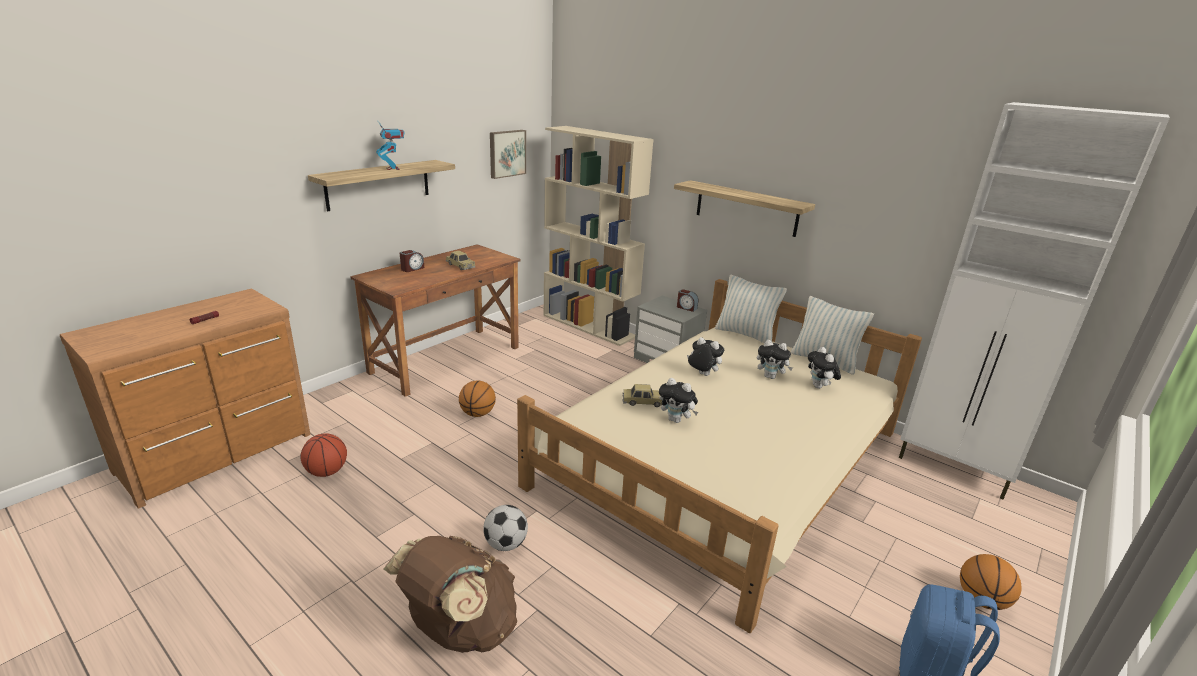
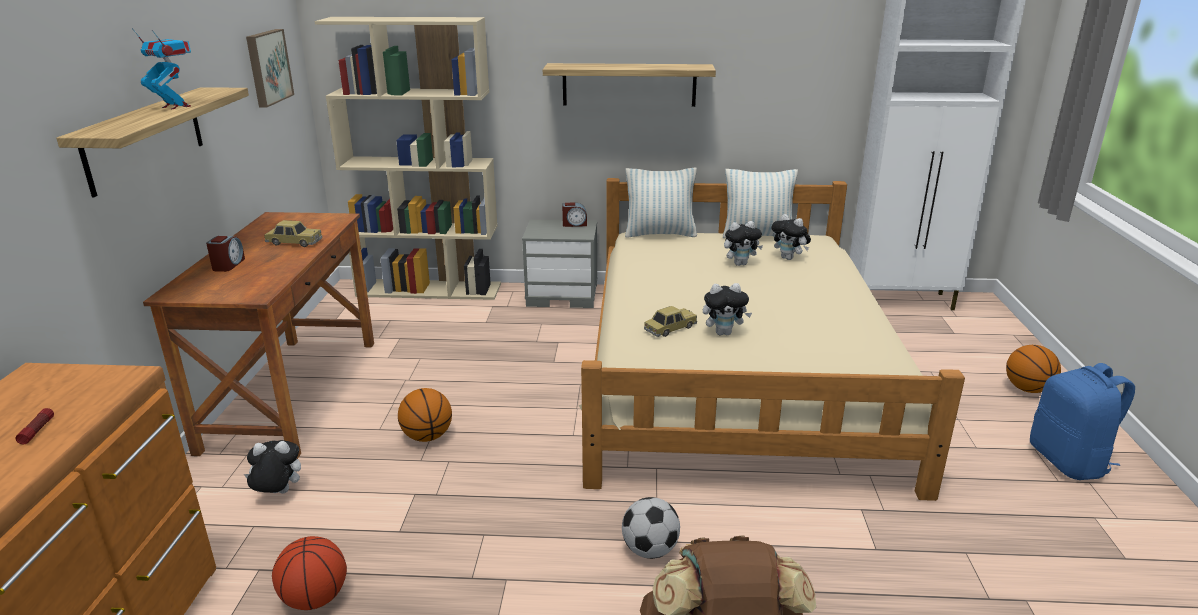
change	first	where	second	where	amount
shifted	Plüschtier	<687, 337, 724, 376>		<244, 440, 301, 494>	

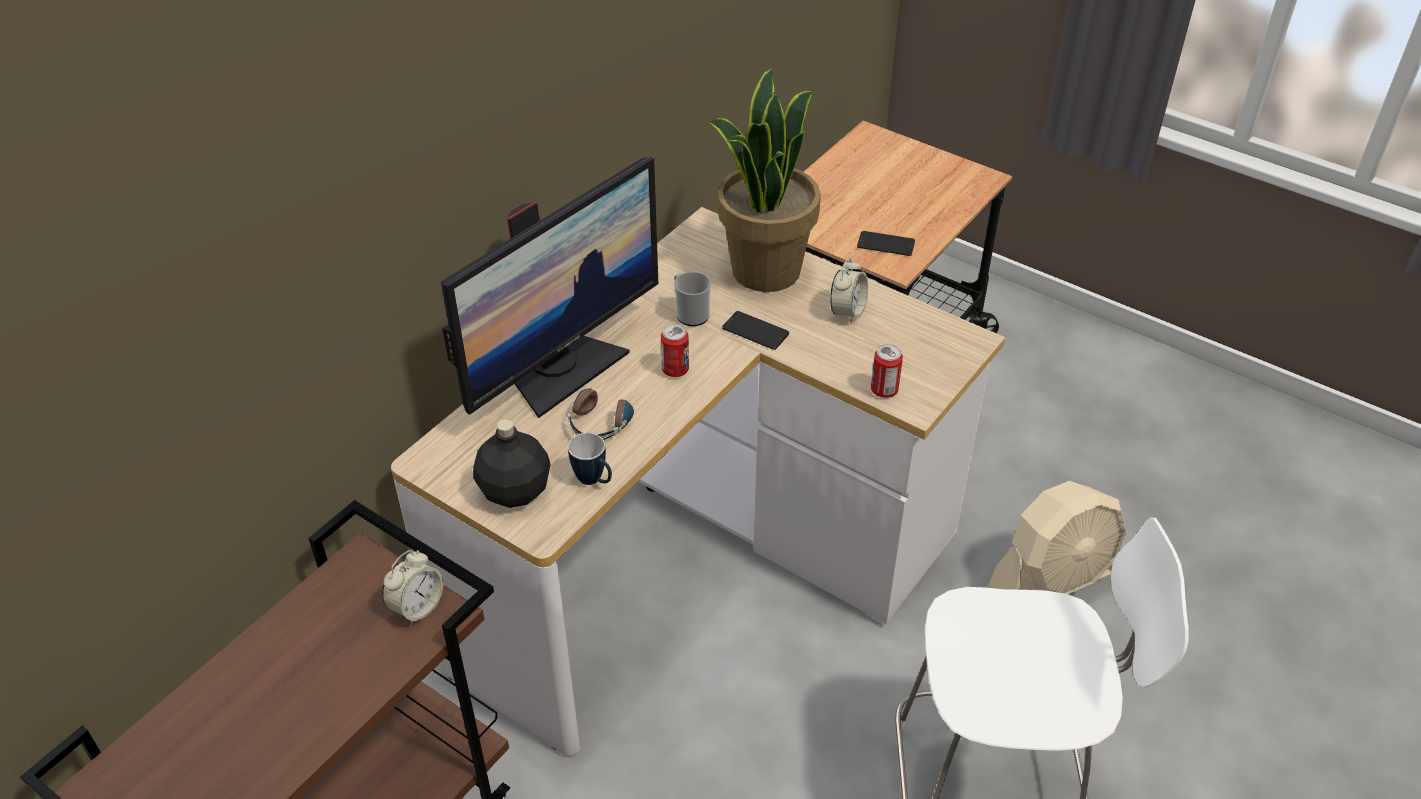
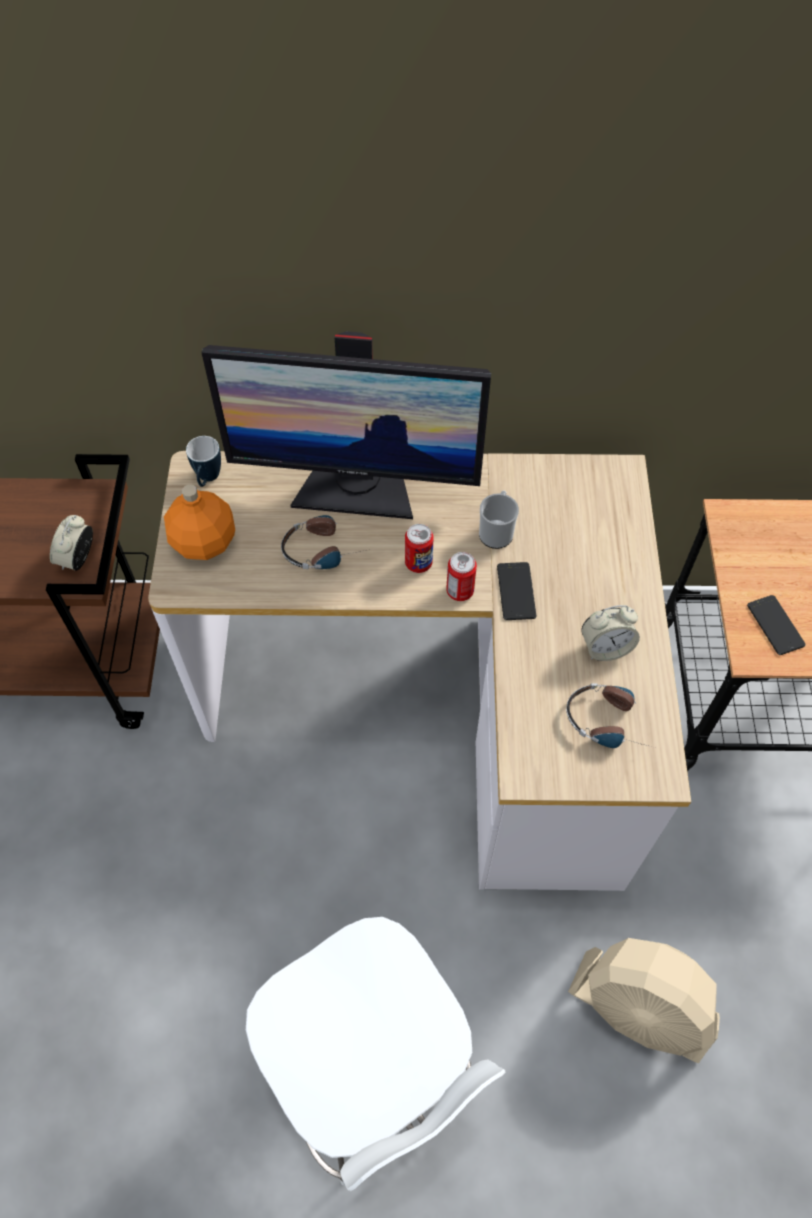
change	first	where	second	where	amount
gone	Topfpflanze	<707, 67, 821, 292>			
new			Kopfhörer	<566, 683, 655, 748>	
shifted	Henkelbecher	<568, 433, 612, 485>		<186, 436, 221, 487>	
shifted	Dose	<871, 344, 903, 398>		<446, 552, 477, 601>	
repainted	Flasche (schwarz)	<473, 419, 551, 508>	Flasche (orange)	<164, 484, 235, 560>	
rotated	Wecker	<382, 550, 443, 625>		<50, 515, 93, 571>	105 degrees clockwise

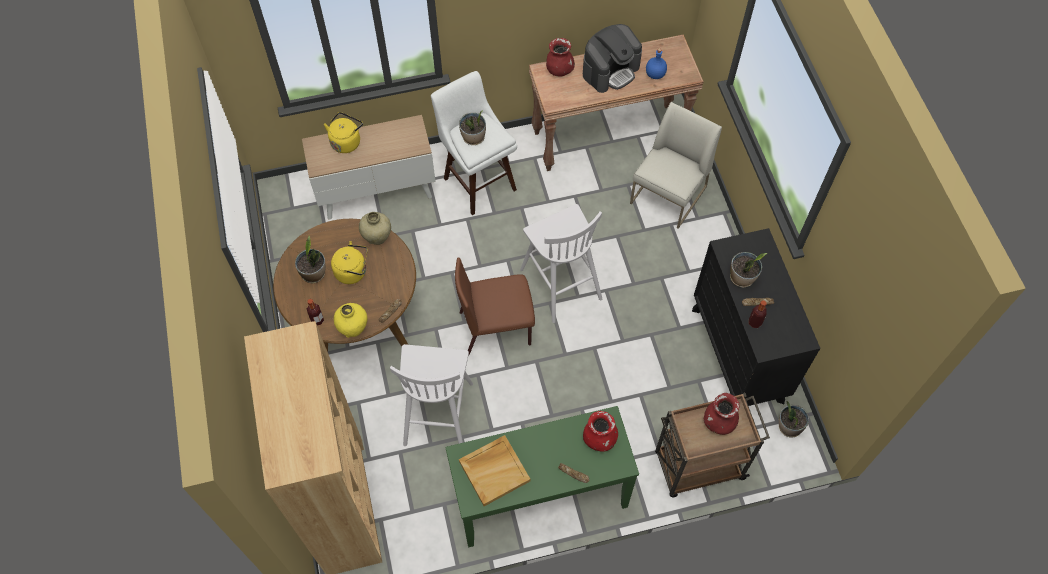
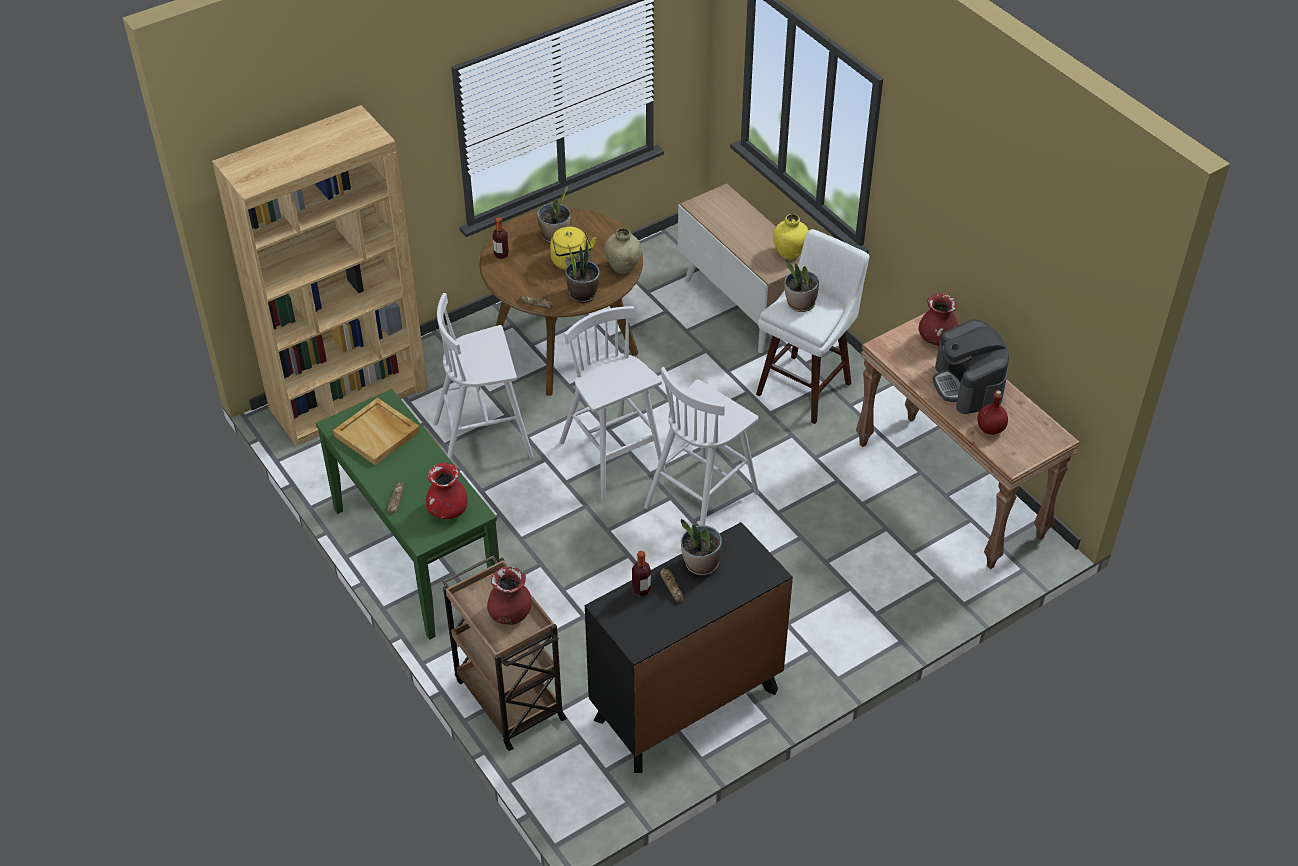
change	first	where	second	where	amount
gone	Wasserkessel (gelb)	<324, 112, 363, 153>			
gone	Stuhl (weiß)	<630, 102, 722, 229>			
shifted	Vase (gelb)	<334, 303, 367, 338>		<773, 214, 809, 260>	
shifted	Topfpflanze	<779, 401, 809, 438>		<566, 238, 600, 303>	
swapped	Stuhl (braun)	<455, 257, 535, 356>	Hocker (weiß)	<560, 306, 666, 499>	
repainted	Flasche (blau)	<646, 48, 667, 79>	Flasche (rot)	<977, 390, 1008, 435>	
rotated	Kaffeemaschine	<583, 24, 642, 93>		<933, 319, 1009, 414>	45 degrees clockwise

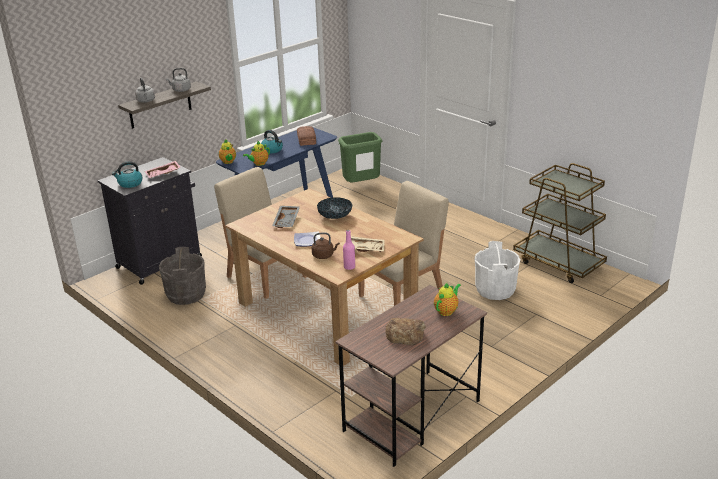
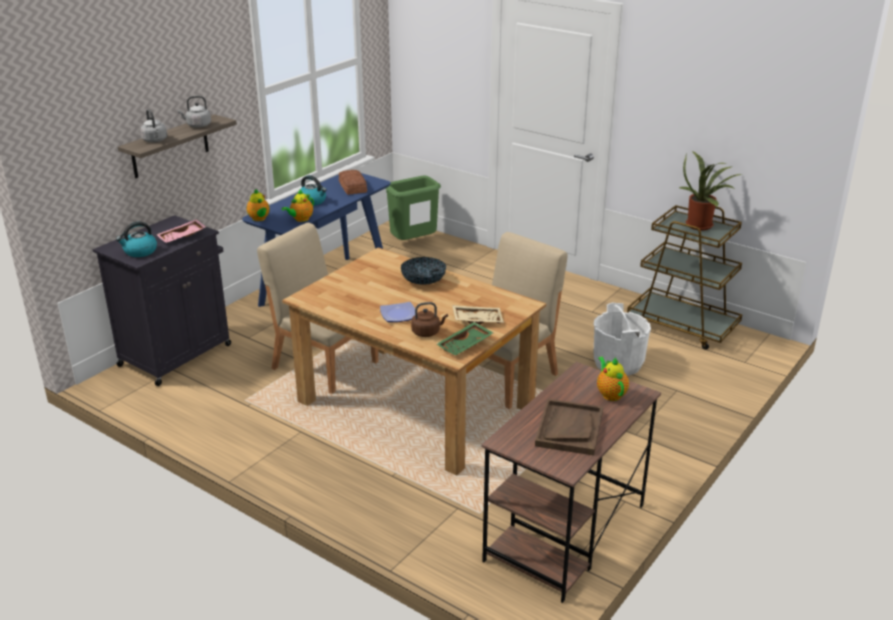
change	first	where	second	where	amount
gone	Eimer (grau)	<159, 247, 206, 305>			
gone	Tablett (grau)	<272, 206, 300, 228>			
new			Topfpflanze	<679, 151, 742, 231>	
swapped	Flasche (rosa)	<343, 230, 355, 270>	Tablett (grün)	<437, 322, 493, 356>	
swapped	Brot	<385, 318, 426, 345>	Tablett (braun)	<535, 399, 603, 456>	
rotated	Teekanne	<434, 283, 461, 316>		<597, 357, 629, 401>	45 degrees counterclockwise

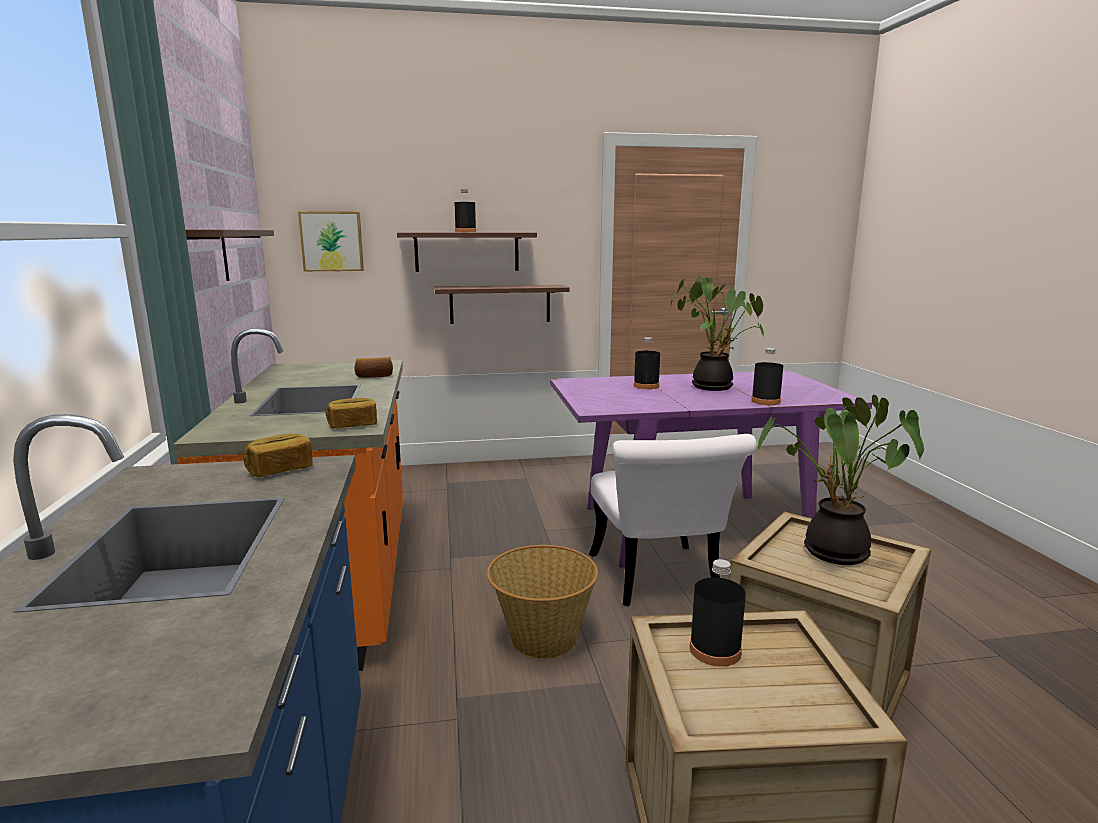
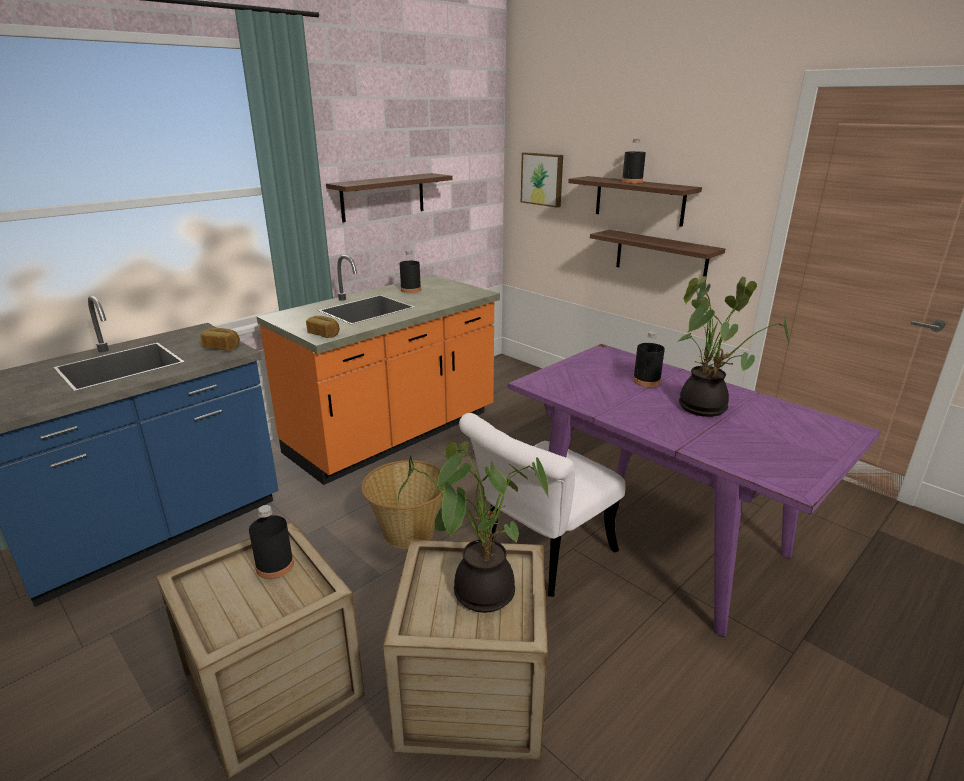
change	first	where	second	where	amount
gone	Brot	<354, 357, 393, 378>			
shifted	Flasche (schwarz)	<751, 348, 783, 405>		<400, 250, 421, 293>	

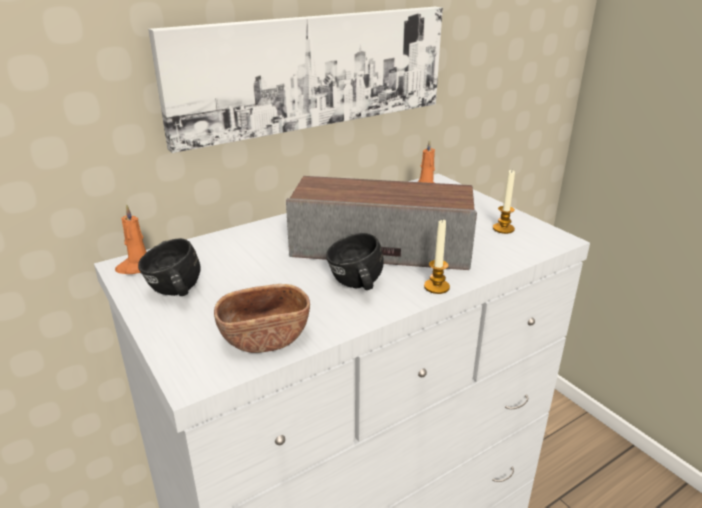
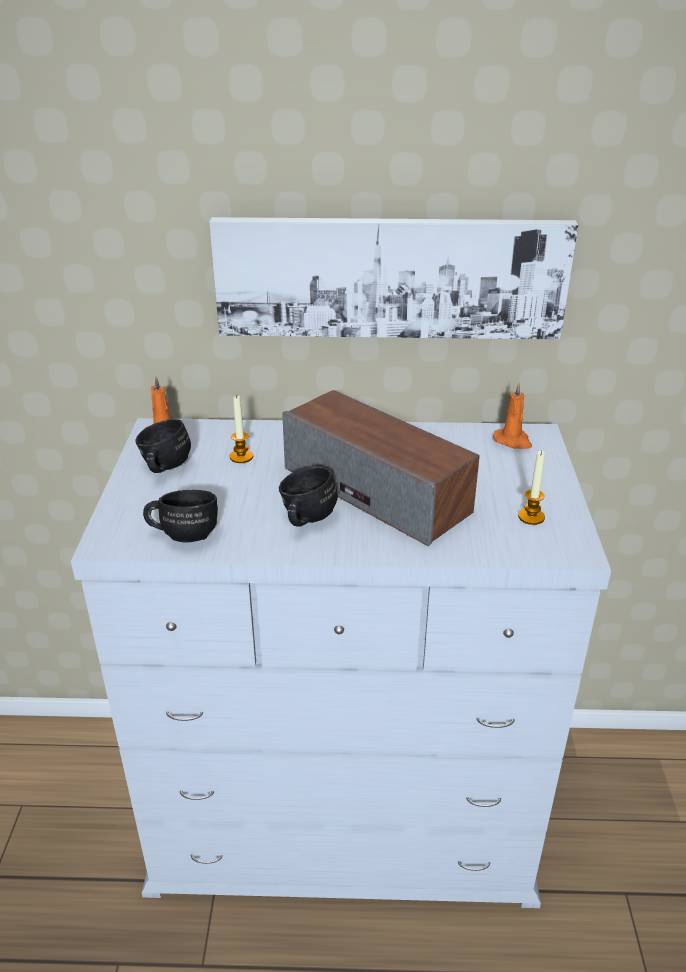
change	first	where	second	where	amount
shifted	Kerze	<424, 219, 450, 294>		<230, 395, 253, 463>	
swapped	Schüssel (braun)	<214, 284, 310, 353>	Henkelbecher (schwarz)	<143, 490, 218, 543>	

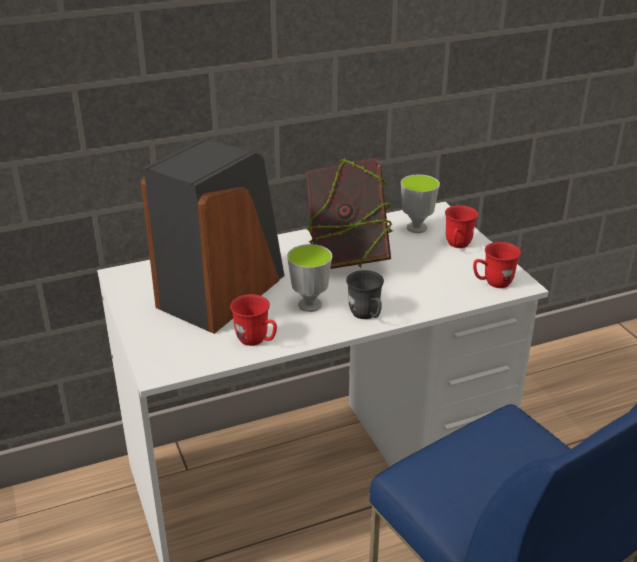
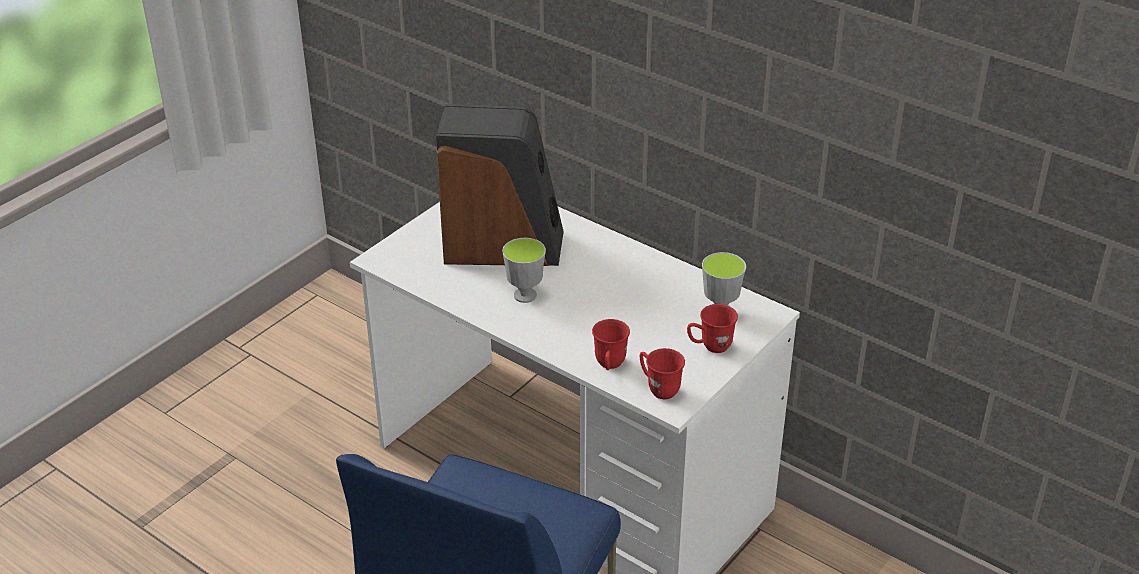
change	first	where	second	where	amount
gone	Buch	<306, 158, 393, 269>			
gone	Henkelbecher (grau)	<346, 270, 384, 319>			
shifted	Henkelbecher (rot)	<230, 294, 277, 346>		<592, 319, 630, 370>	

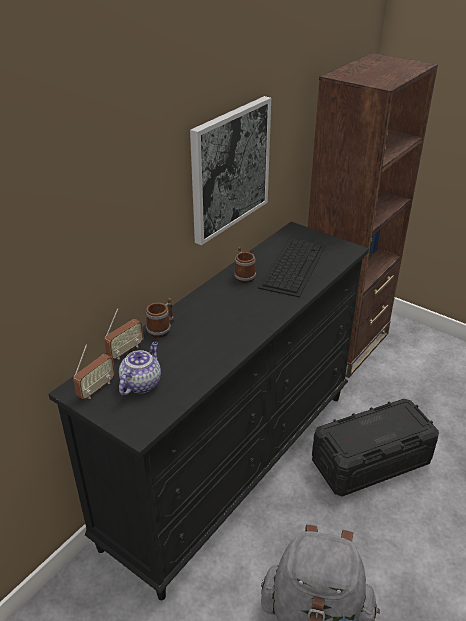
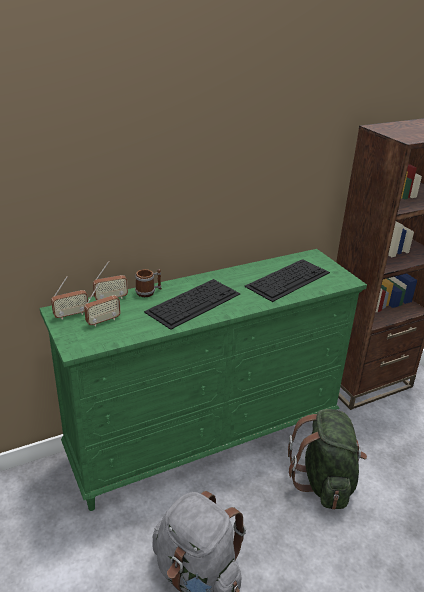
change	first	where	second	where	amount
gone	Bild	<190, 96, 271, 245>			
gone	Henkelbecher	<234, 247, 256, 283>			
new			Tastatur	<144, 279, 240, 330>	
swapped	Teekanne	<119, 342, 161, 395>	Radio	<84, 282, 121, 327>	
swapped	Aufbewahrungsbox (schwarz)	<312, 399, 439, 497>	Rucksack (grün)	<288, 409, 367, 509>	
repainted	Kommode (schwarz)	<49, 222, 369, 600>	Kommode (grün)	<40, 249, 367, 511>	

